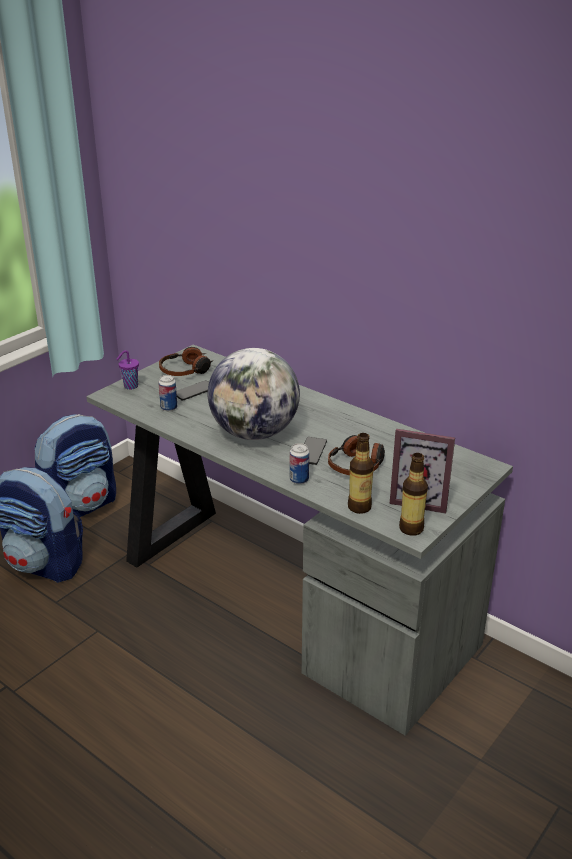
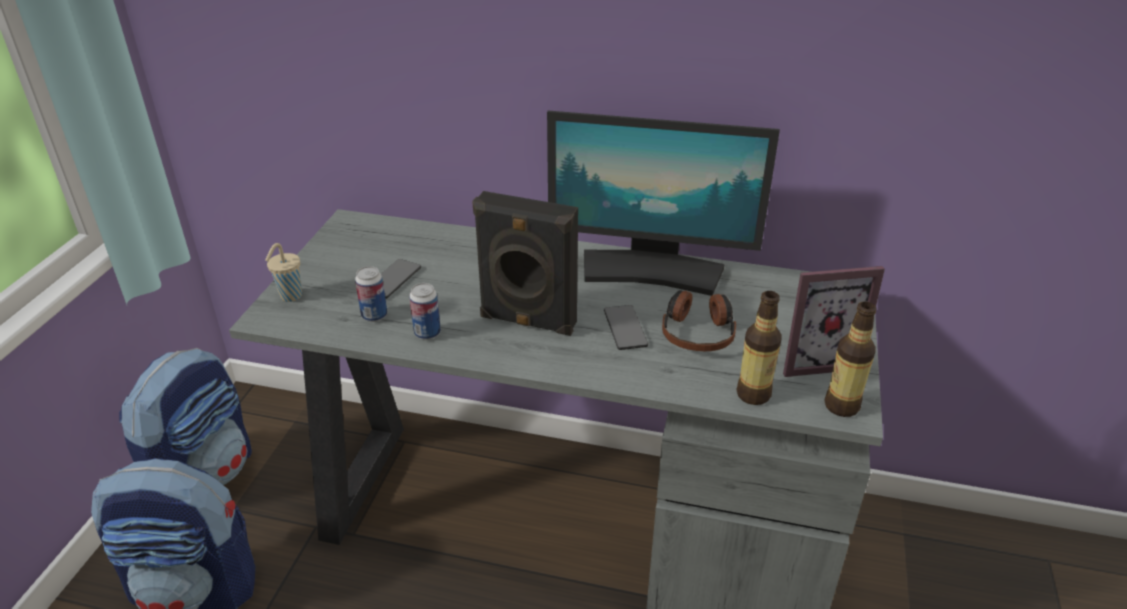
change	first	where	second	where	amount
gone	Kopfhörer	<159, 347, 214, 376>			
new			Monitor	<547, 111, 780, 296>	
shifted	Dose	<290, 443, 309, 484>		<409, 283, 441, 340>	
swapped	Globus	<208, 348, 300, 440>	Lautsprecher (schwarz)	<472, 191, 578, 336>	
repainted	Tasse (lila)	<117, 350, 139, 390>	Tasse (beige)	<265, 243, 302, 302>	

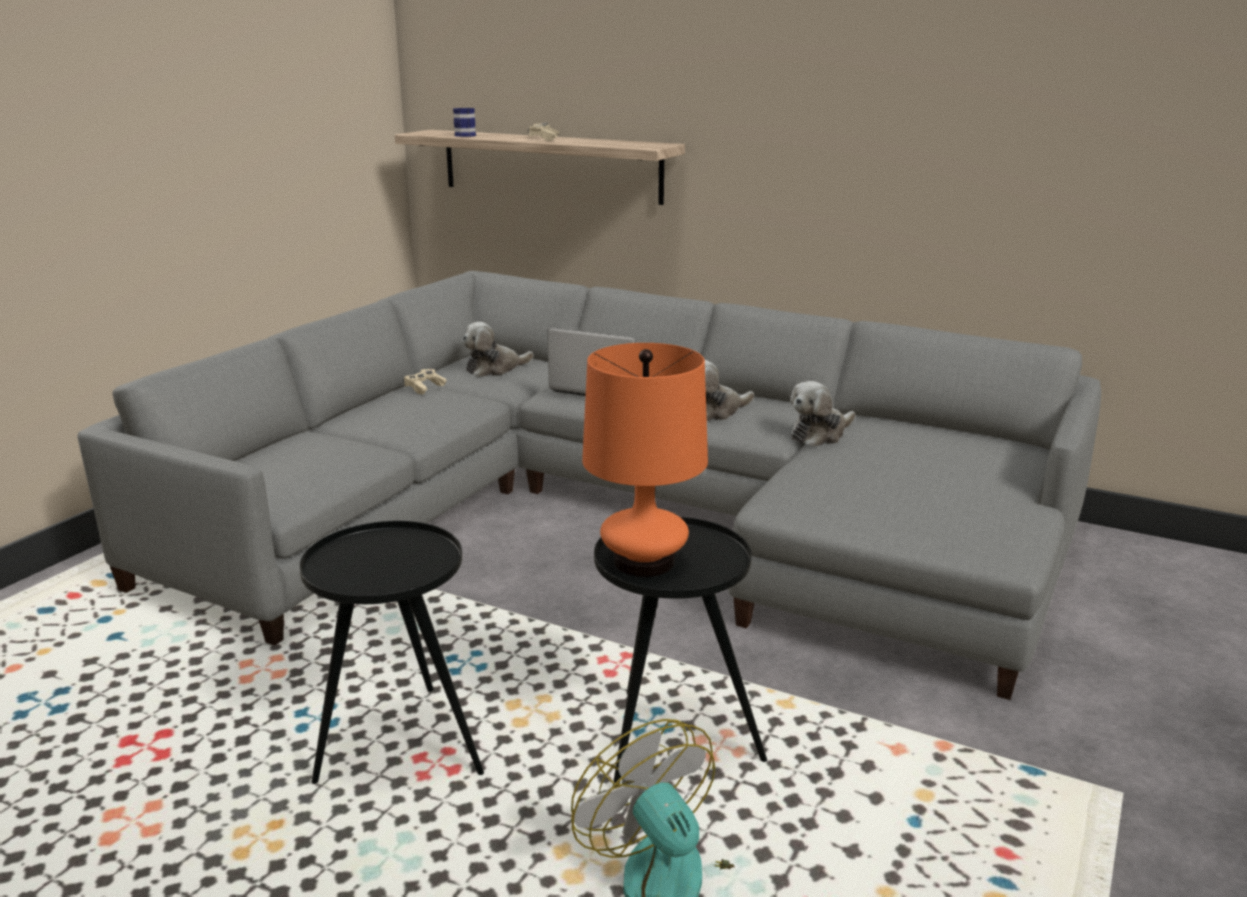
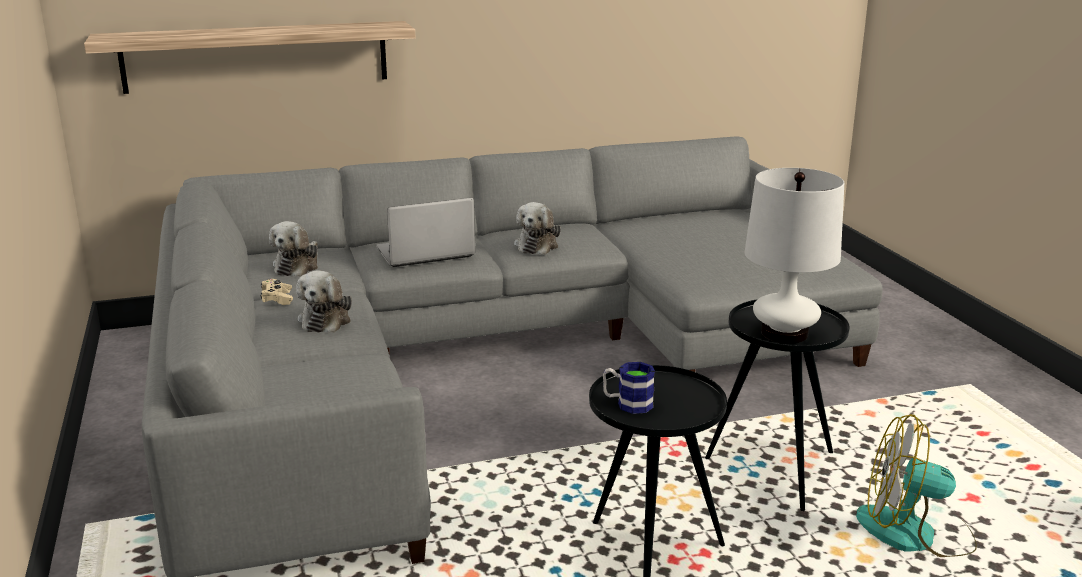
change	first	where	second	where	amount
gone	Gamepad (beige)	<528, 123, 559, 141>			
shifted	Henkelbecher	<453, 108, 476, 137>		<603, 362, 655, 414>	
shifted	Plüschtier	<790, 381, 855, 447>		<296, 270, 352, 333>	
repainted	Tischlampe (orange)	<582, 343, 708, 577>	Tischlampe (weiß)	<745, 168, 844, 343>	

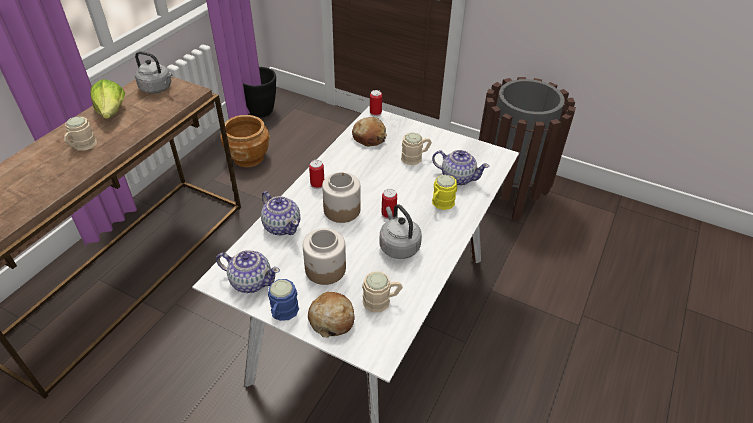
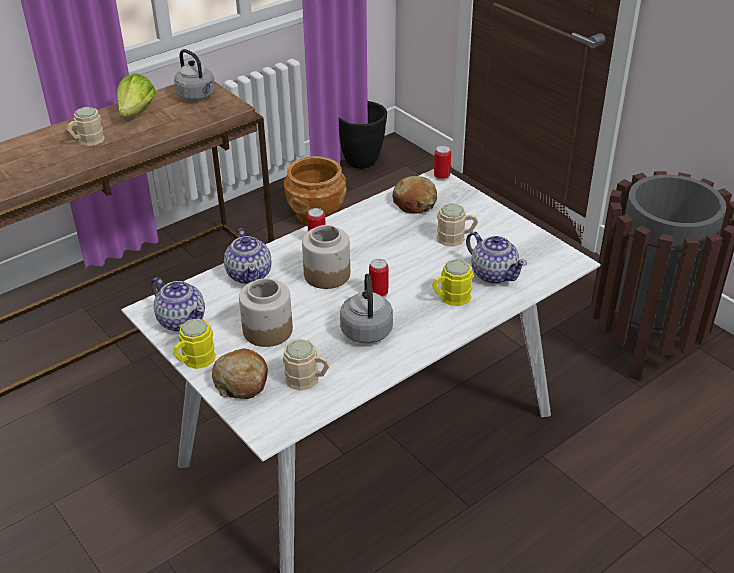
change	first	where	second	where	amount
repainted	Henkelbecher (blau)	<268, 279, 299, 321>	Henkelbecher (gelb)	<173, 319, 216, 369>	

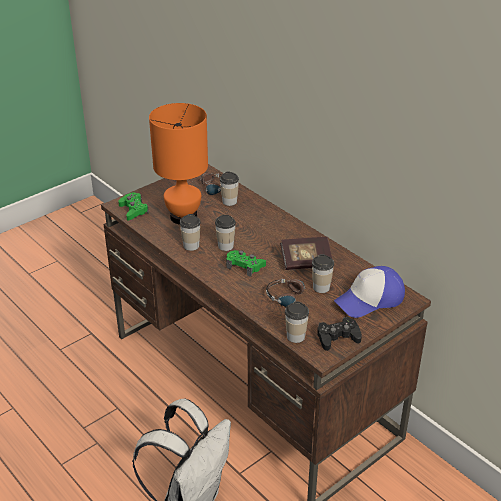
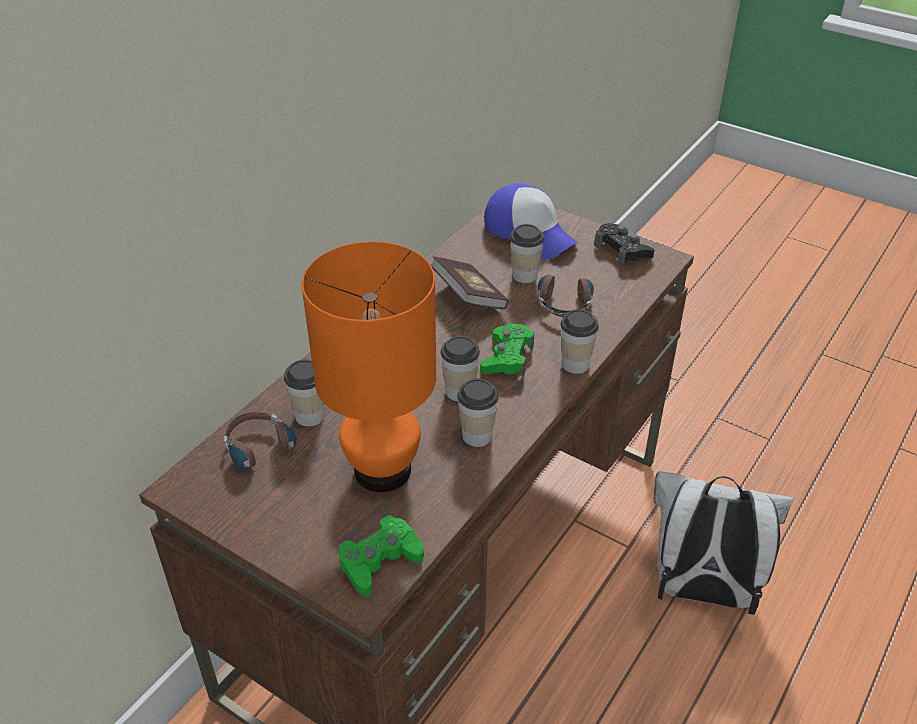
change	first	where	second	where	amount
shifted	Tasse	<285, 301, 309, 343>		<561, 309, 599, 374>	

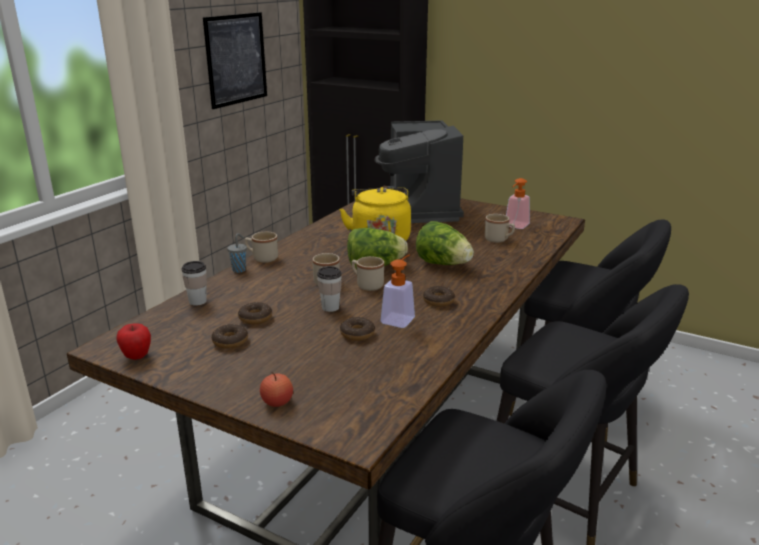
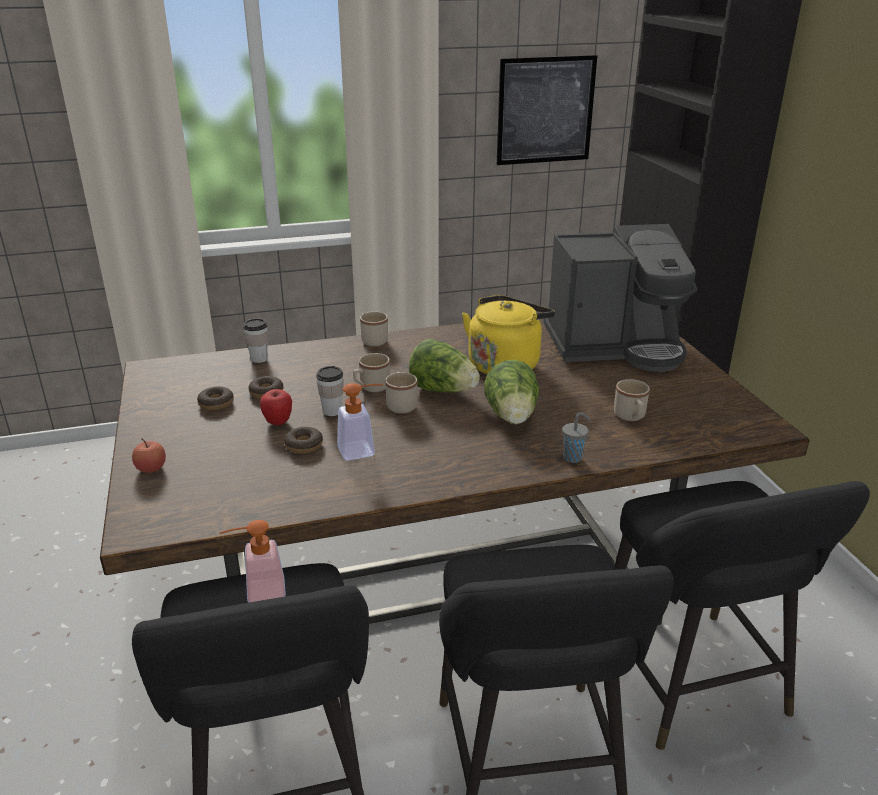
change	first	where	second	where	amount
gone	Donut	<423, 286, 455, 307>			
shifted	Apfel	<116, 323, 151, 360>		<260, 389, 292, 425>	
shifted	Tasse (grau)	<227, 233, 247, 273>		<562, 412, 591, 463>	
shifted	Seifenspender	<506, 178, 530, 229>		<220, 520, 286, 602>	
rotated	Kaffeemaschine	<375, 120, 464, 223>		<543, 224, 697, 372>	135 degrees counterclockwise

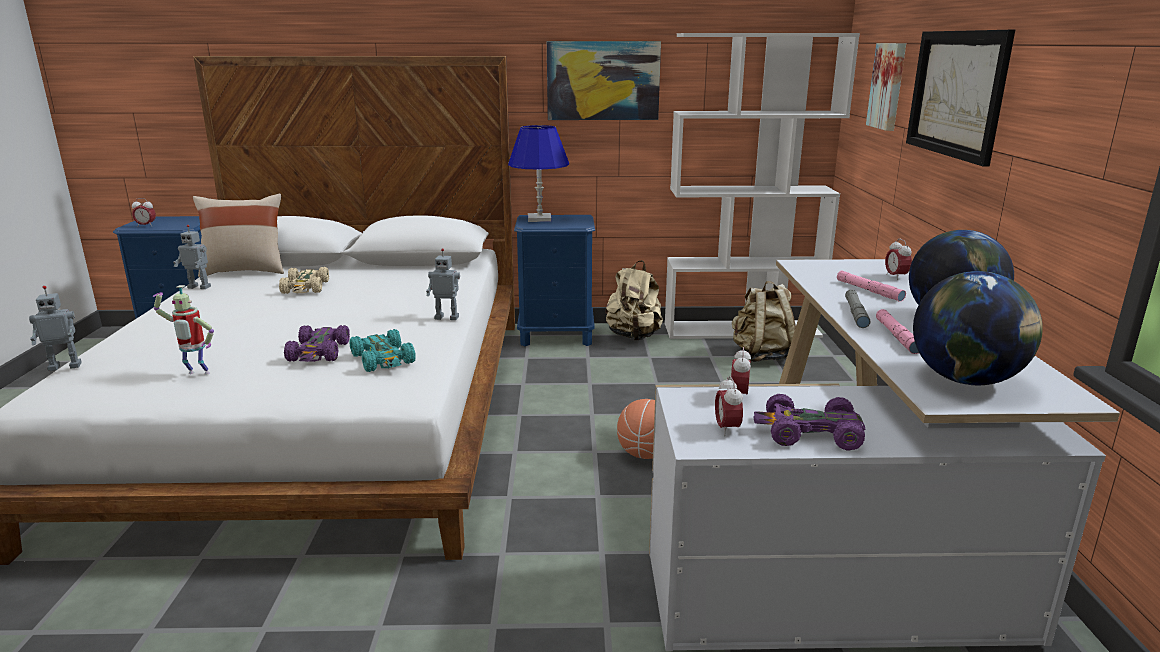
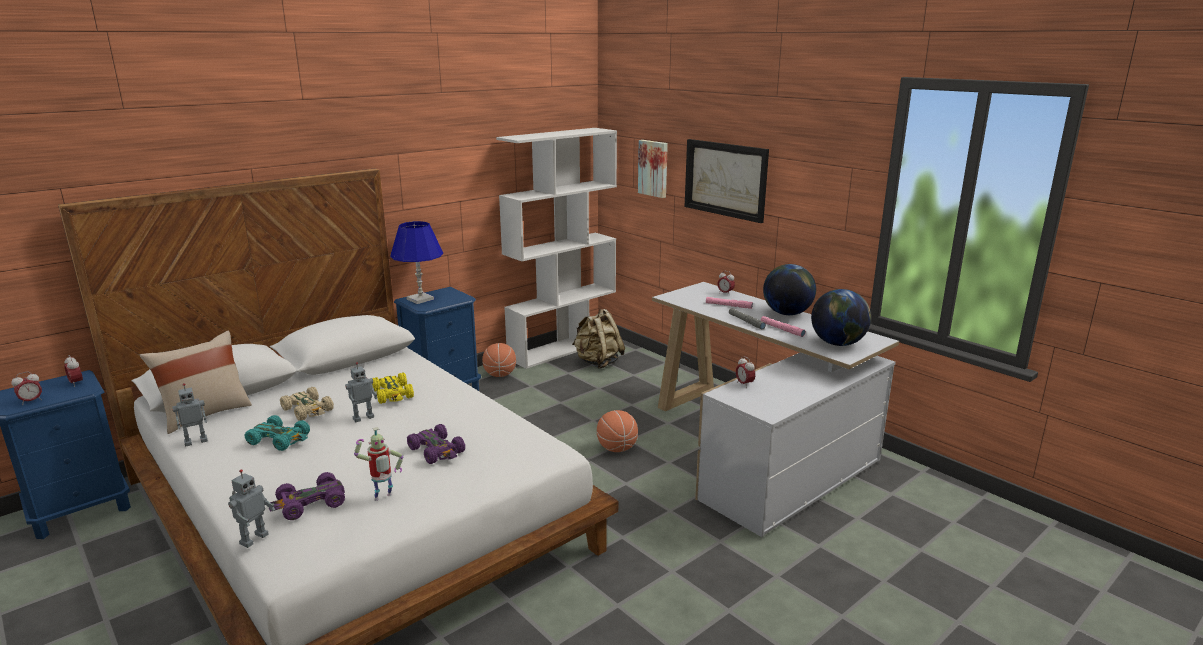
change	first	where	second	where	amount
gone	Bild	<547, 41, 661, 120>			
new			Spielzeugauto (gelb)	<372, 372, 414, 404>	
shifted	Spielzeugauto (türkis)	<349, 329, 416, 372>		<245, 415, 310, 451>	
shifted	Spielzeugroboter	<426, 248, 460, 320>		<345, 362, 377, 422>	
shifted	Wecker	<715, 376, 743, 436>		<64, 355, 83, 387>	
shifted	Spielzeugauto (lila)	<753, 394, 866, 451>		<268, 472, 345, 520>	
swapped	Rucksack (beige)	<605, 260, 663, 341>	Basketball	<482, 343, 516, 377>	

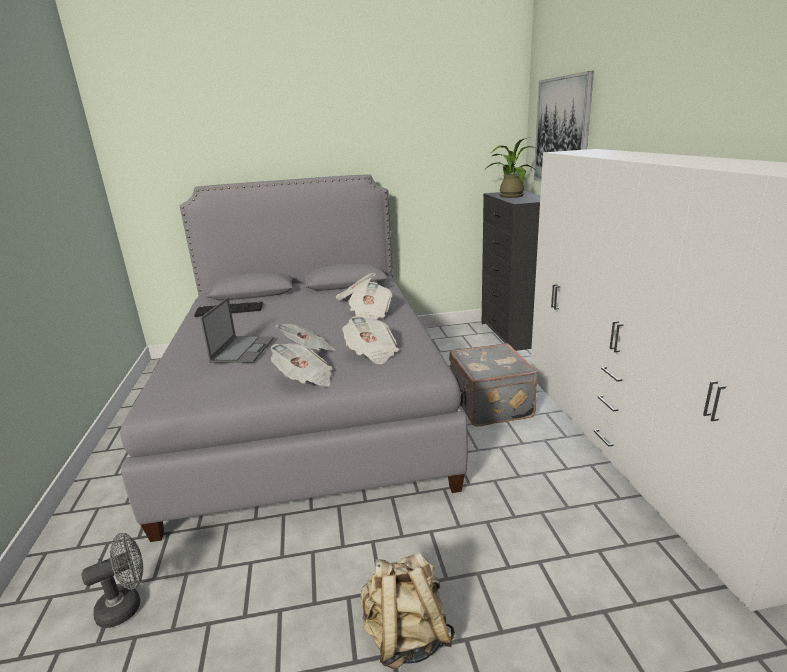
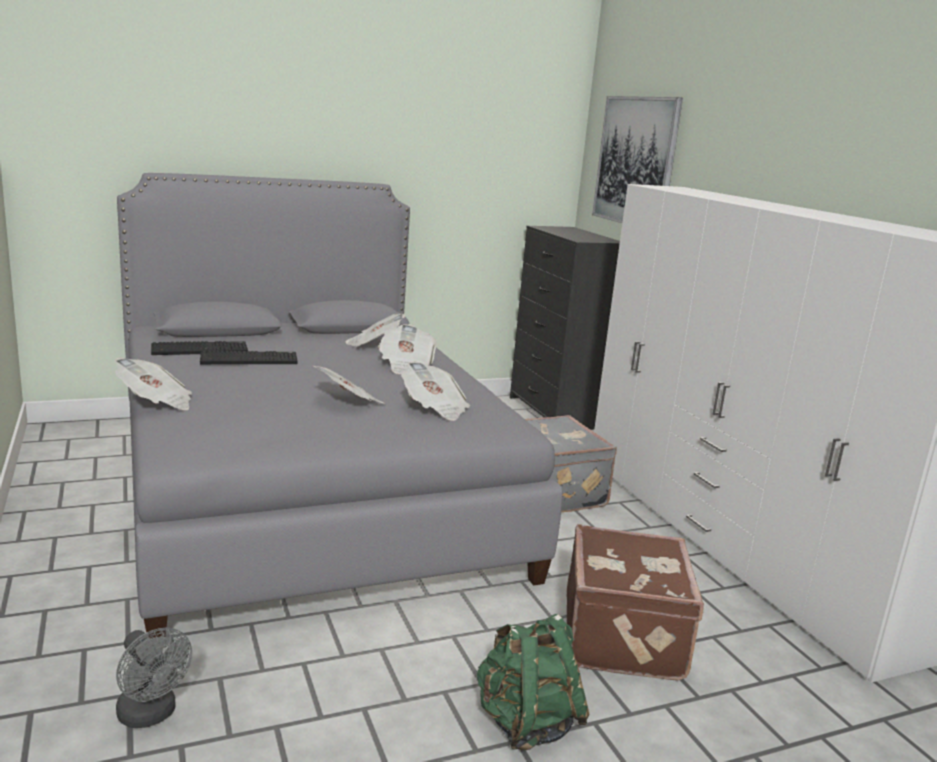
change	first	where	second	where	amount
gone	Laptop	<200, 297, 274, 363>			
gone	Topfpflanze	<485, 137, 541, 198>			
new			Tastatur	<200, 351, 298, 364>	
new			Koffer (braun)	<566, 525, 704, 681>	
shifted	Zeitung	<271, 343, 333, 387>		<115, 358, 192, 410>	
repainted	Rucksack (beige)	<360, 552, 455, 669>	Rucksack (grün)	<477, 614, 590, 751>	
rotated	Ventilator (grau)	<81, 533, 143, 628>		<116, 628, 192, 728>	90 degrees clockwise

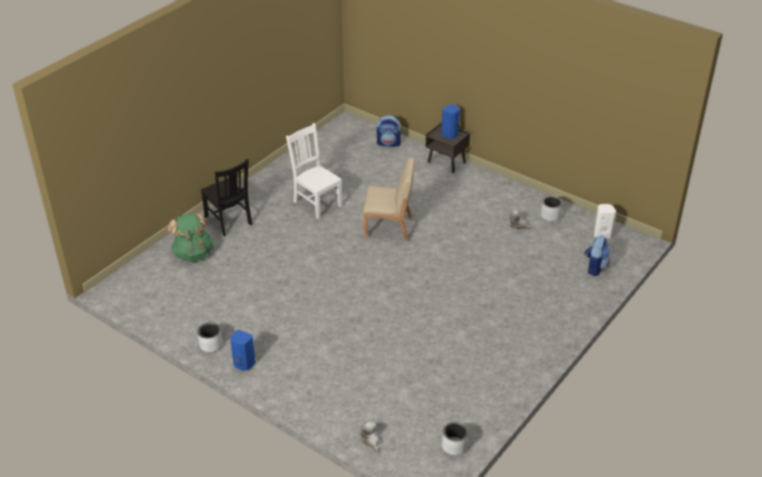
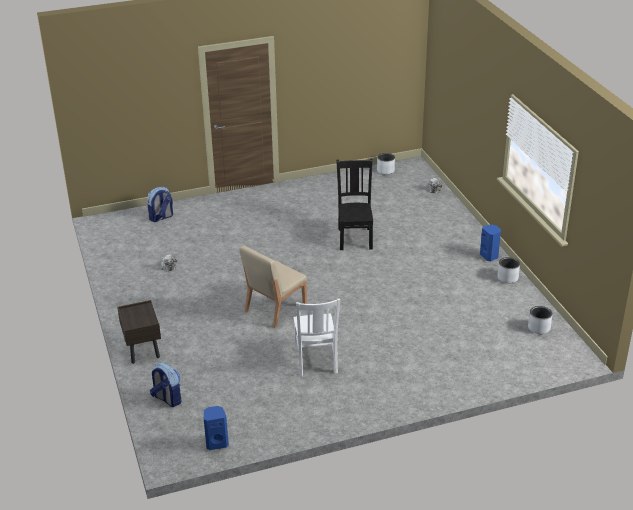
change	first	where	second	where	amount
gone	Rucksack (grün)	<168, 213, 213, 262>			
gone	Lautsprecher (weiß)	<594, 204, 616, 239>			
shifted	Stuhl (schwarz)	<201, 159, 252, 236>		<336, 159, 373, 250>	
shifted	Lautsprecher (blau)	<441, 104, 460, 139>		<204, 406, 229, 450>	
shifted	Pflanzkübel (grau)	<541, 196, 562, 221>		<528, 306, 552, 334>	
rotated	Stuhl (beige)	<363, 158, 415, 241>		<239, 246, 307, 328>	90 degrees counterclockwise

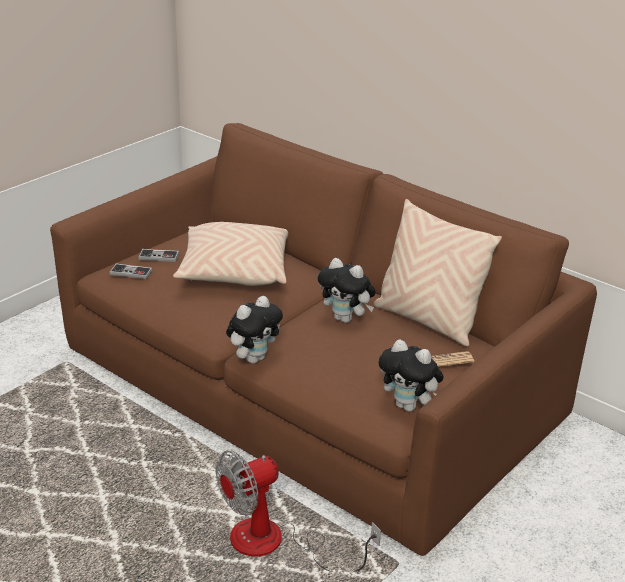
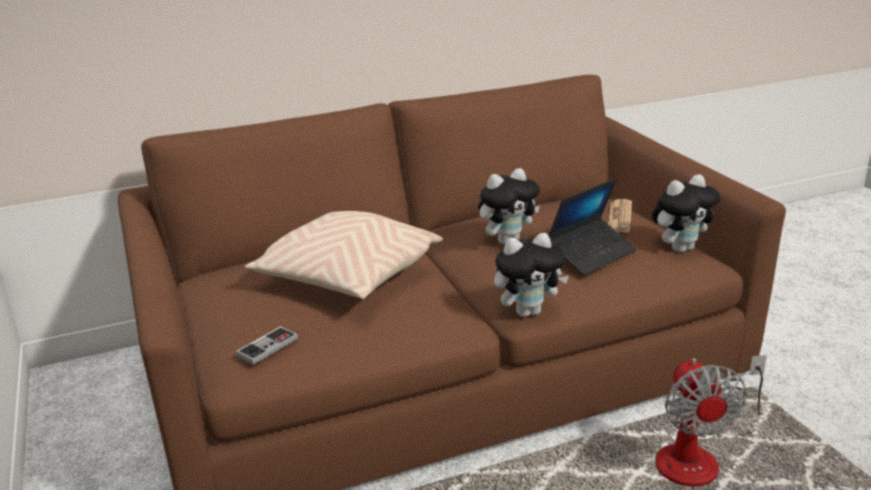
change	first	where	second	where	amount
gone	Gamepad	<138, 249, 179, 262>			
gone	Kissen (beige)	<374, 199, 502, 346>			
new			Laptop	<549, 178, 637, 275>	
rotated	Plüschtier	<226, 296, 283, 364>		<494, 233, 569, 317>	90 degrees clockwise

